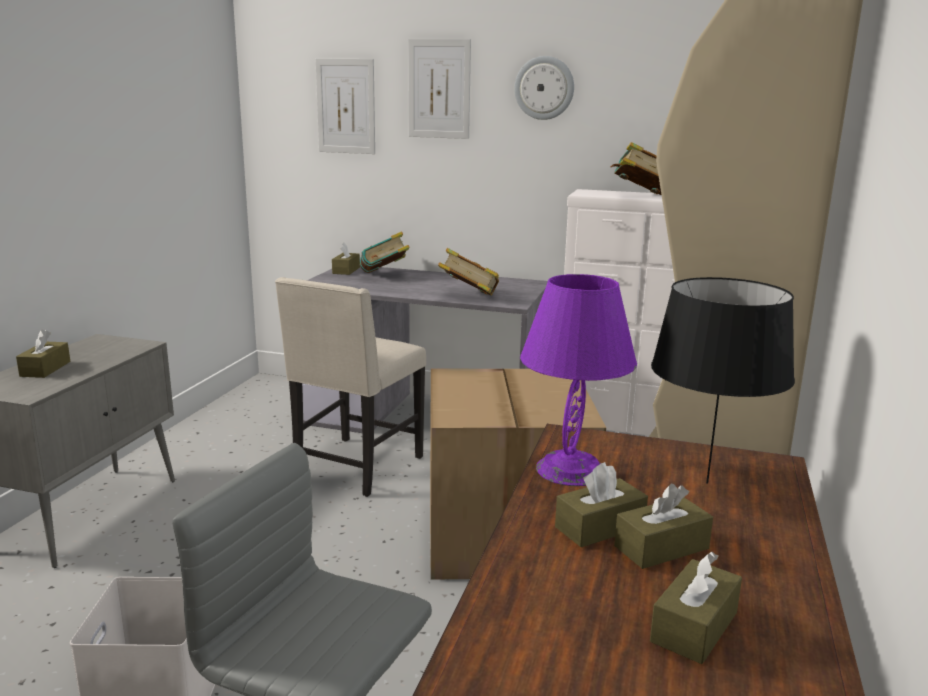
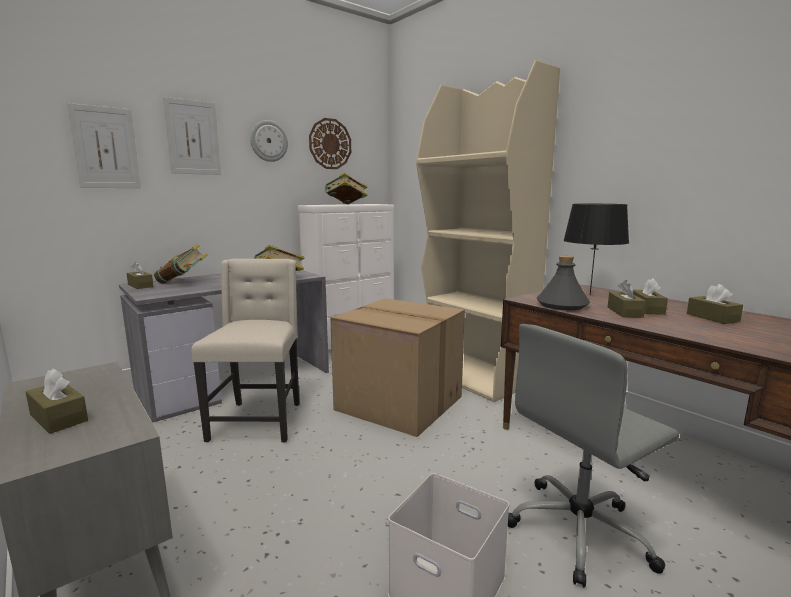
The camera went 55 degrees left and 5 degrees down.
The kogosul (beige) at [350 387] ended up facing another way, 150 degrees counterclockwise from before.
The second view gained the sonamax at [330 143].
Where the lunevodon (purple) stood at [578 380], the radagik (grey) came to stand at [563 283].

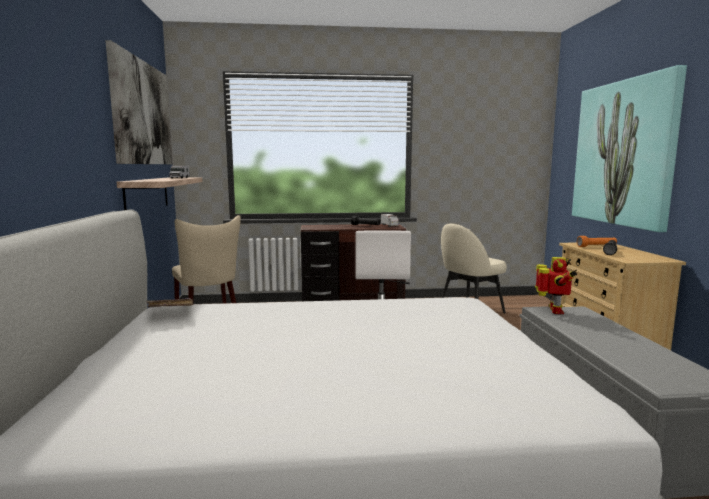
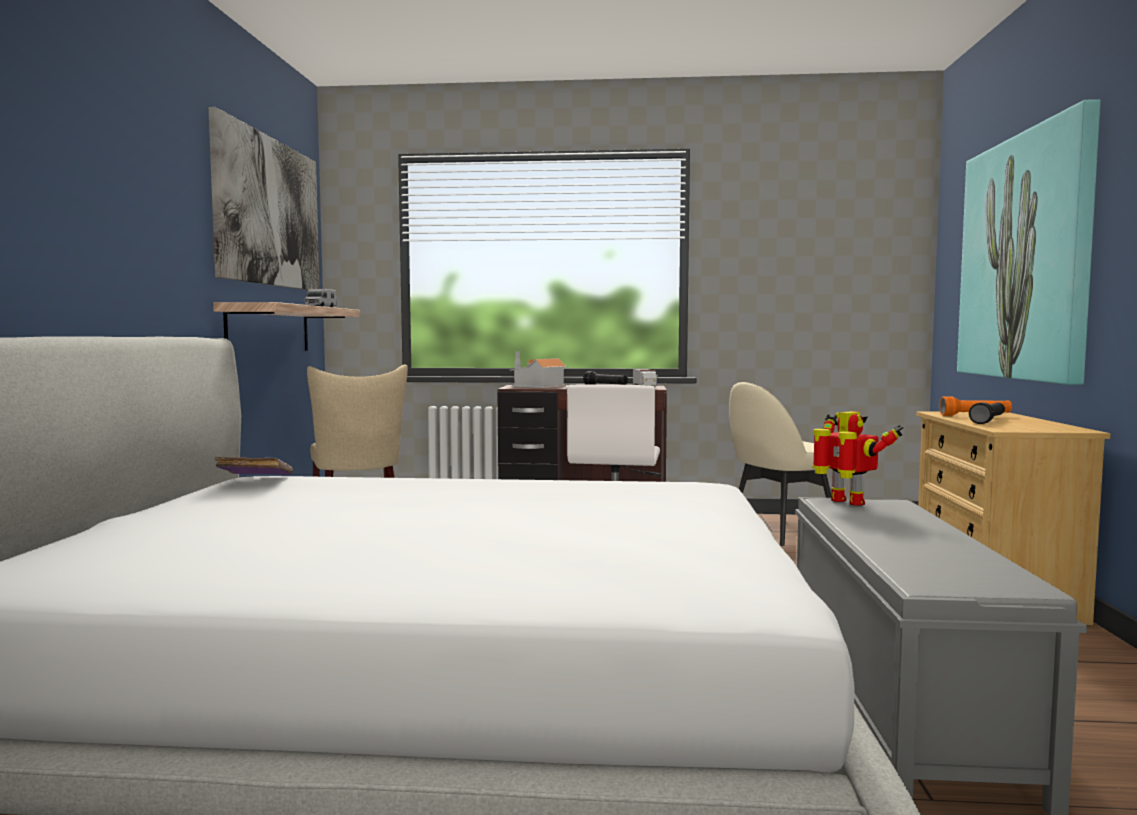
The camera went 10 degrees right and 5 degrees down.
The second view gained the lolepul at [539 369].
The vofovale at [556 285] ended up facing another way, 60 degrees counterclockwise from before.

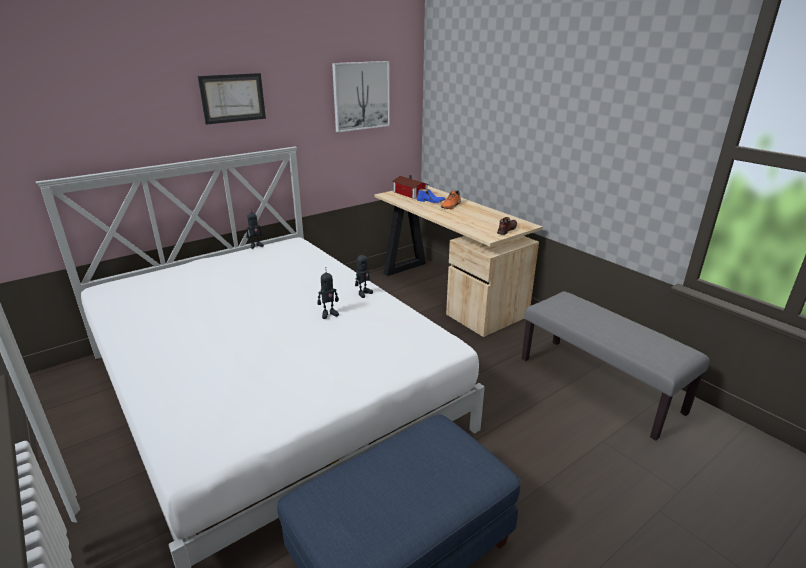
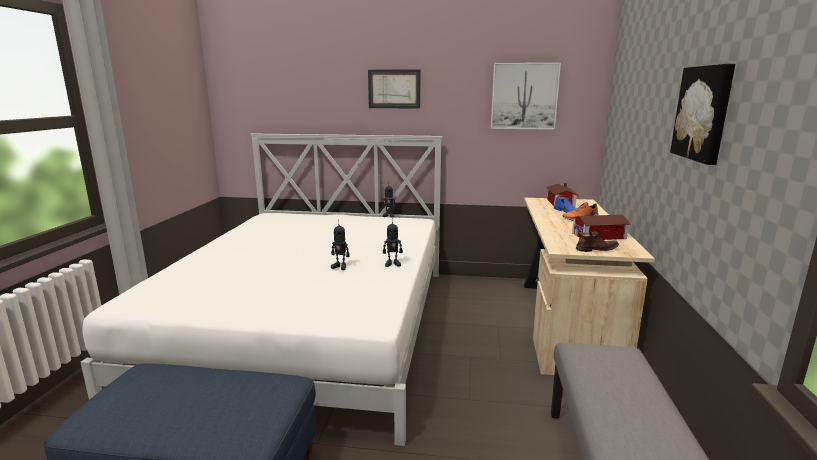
The camera went 45 degrees right and 10 degrees down.
The second view gained the lolepul at [601 225].
The second view gained the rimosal at [702 114].

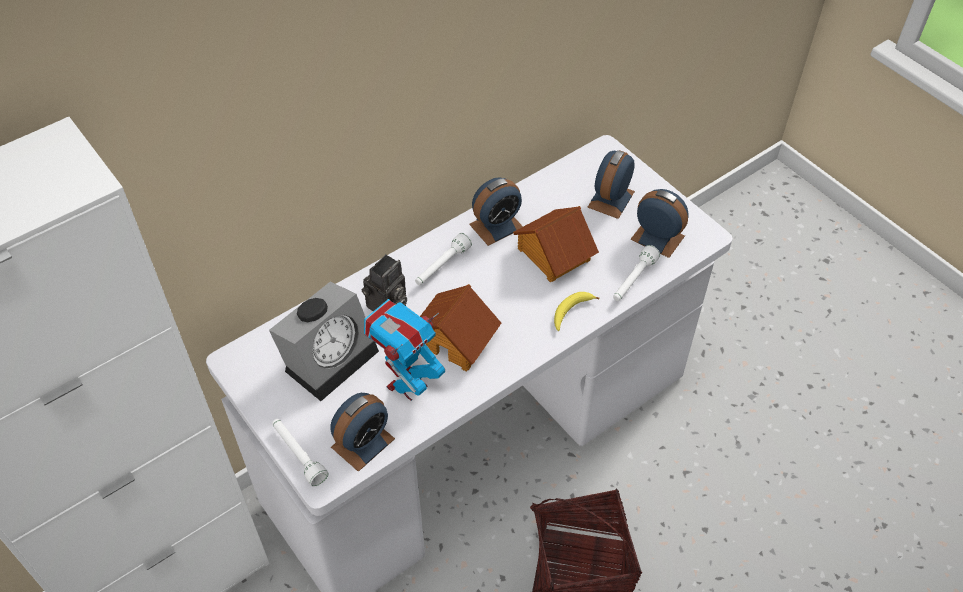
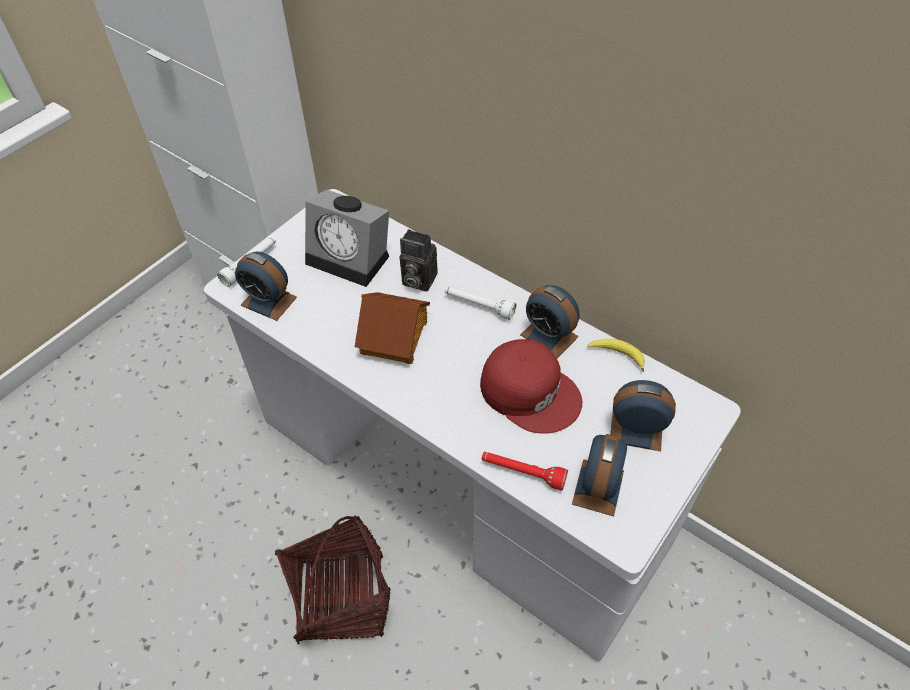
The camera went 75 degrees right and 0 degrees up.
Where the lolepul stood at [556 244], the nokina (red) came to stand at [531 386].
What was the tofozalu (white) at [636 273] turned into the tofozalu (red) at [525 471].
The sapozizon ended up elsewhere, having gone from [576 311] to [616 355].
The second view lost the vofovale at [404 350].

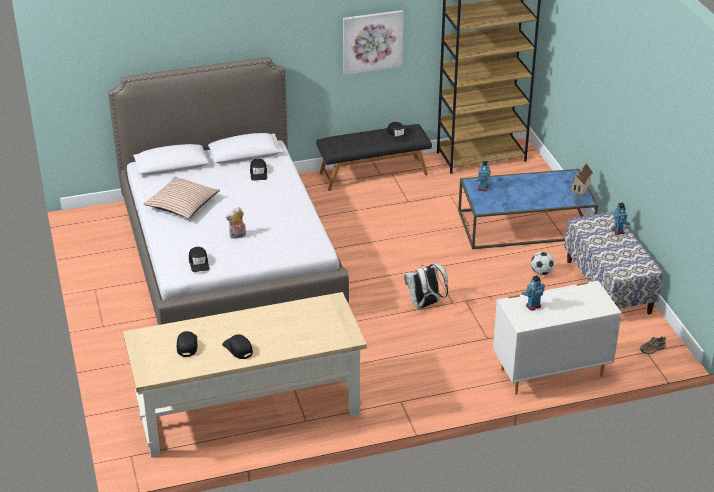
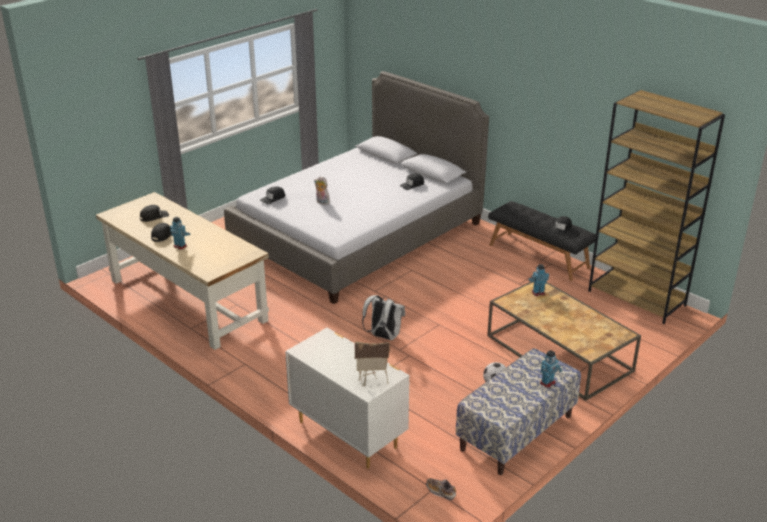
The camera went 60 degrees right and 5 degrees down.
The vofovale ended up elsewhere, having gone from [533 293] to [180 233].
The lolepul ended up elsewhere, having gone from [582 184] to [372 364].
What was the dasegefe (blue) at [528 209] turned into the dasegefe (brown) at [564 341].
The second view lost the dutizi at [181 198].
The second view lost the rimosal at [373 42].

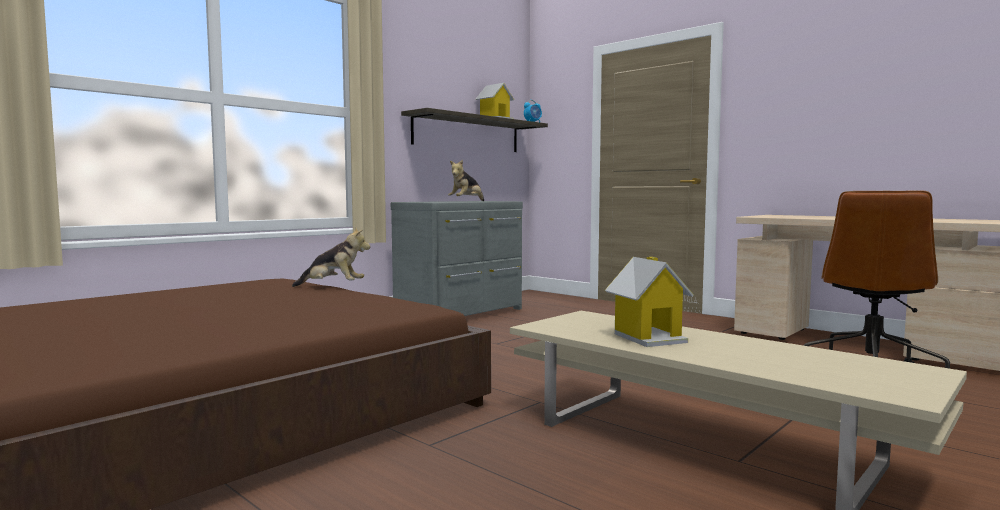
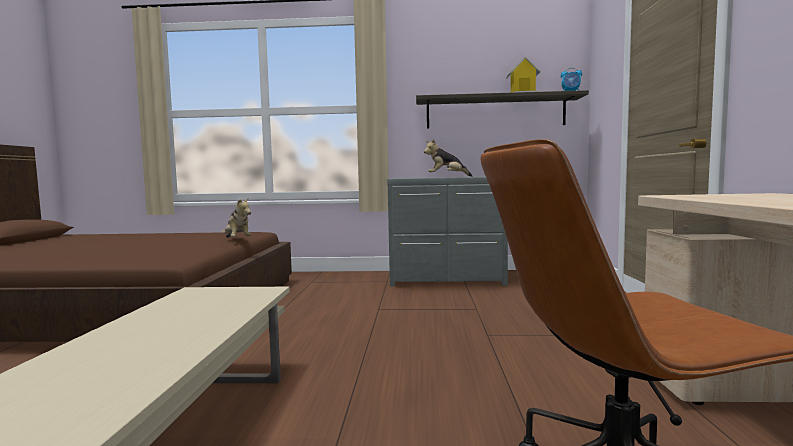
The camera went 50 degrees right and 0 degrees up.
The second view lost the lolepul at [649 302].

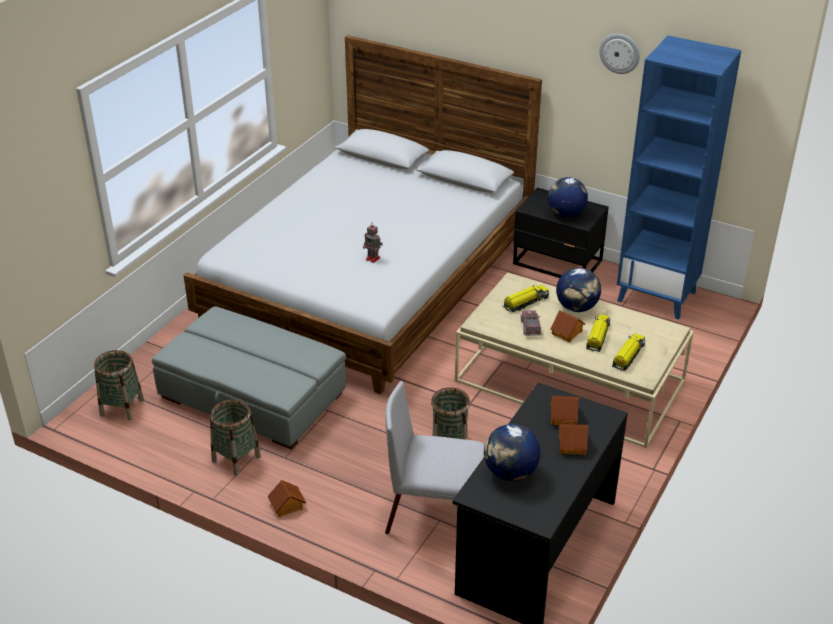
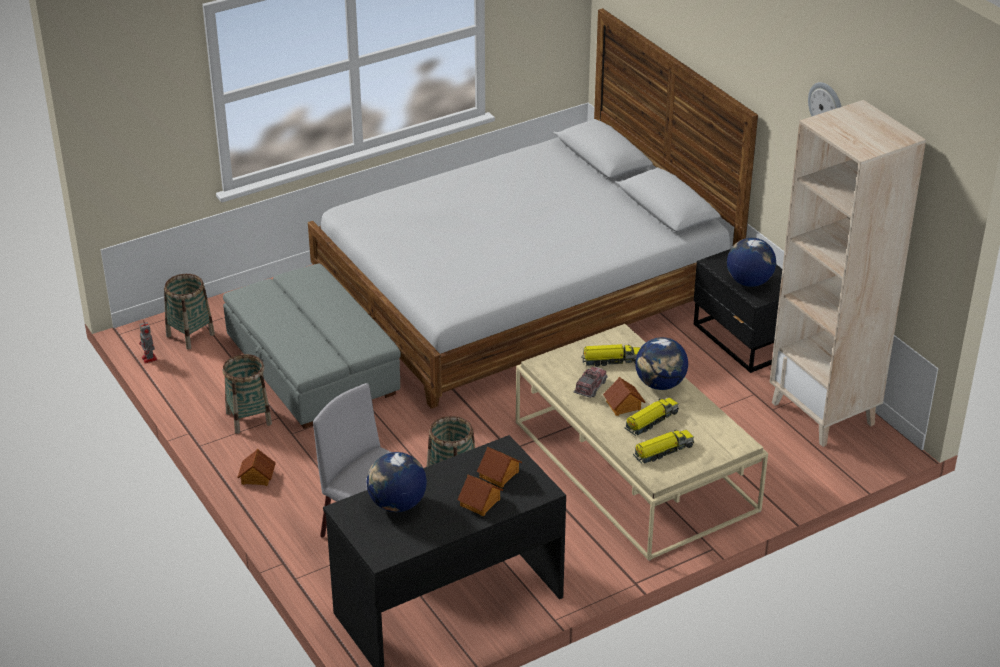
The camera went 30 degrees right and 0 degrees up.
The vofovale ended up elsewhere, having gone from [373 243] to [148 343].
What was the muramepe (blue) at [679 177] turned into the muramepe (beige) at [848 273].

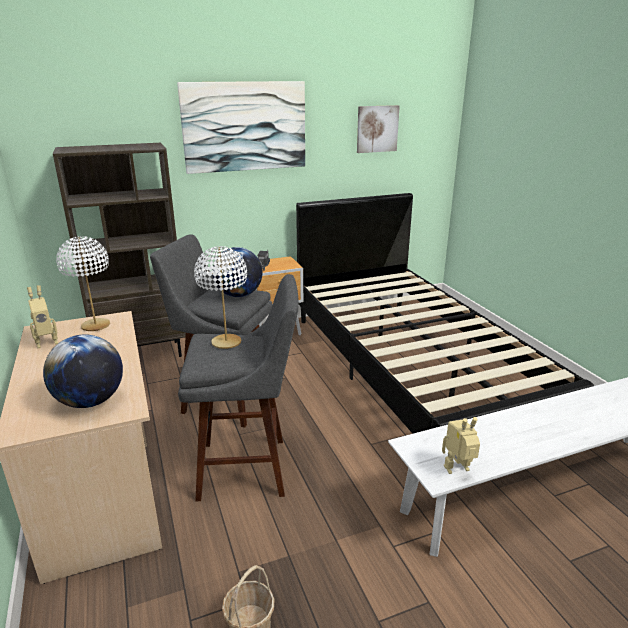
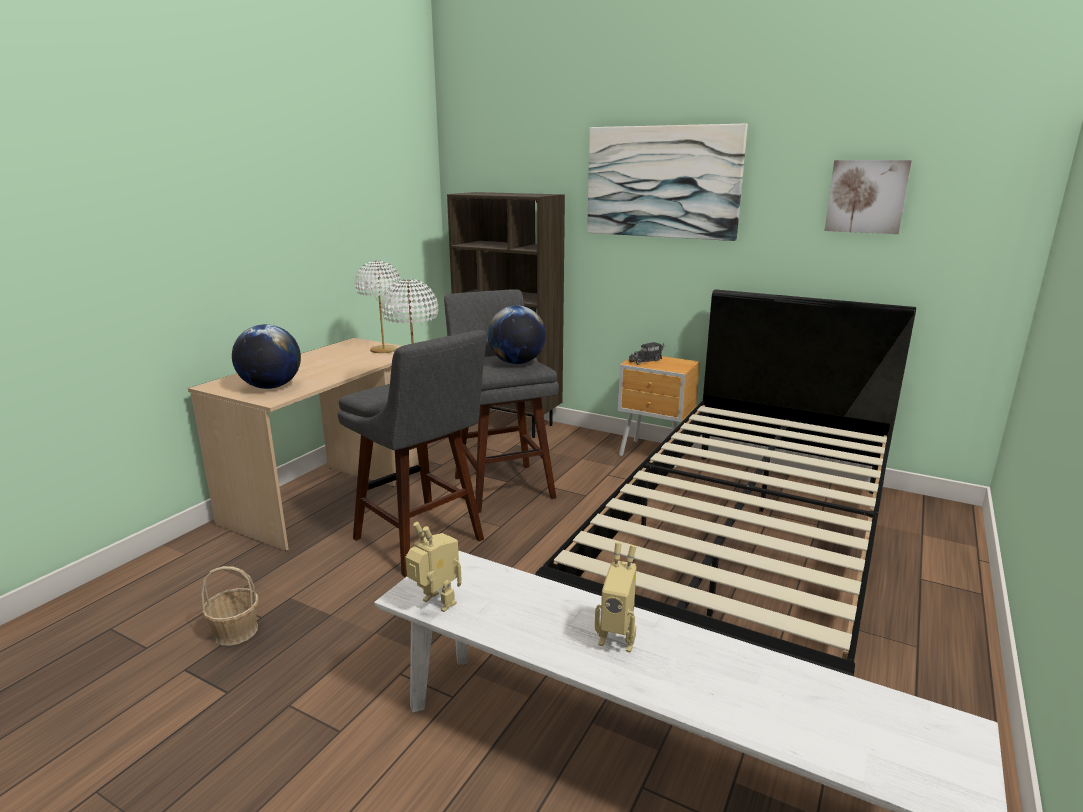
The camera went 50 degrees right and 5 degrees down.
The vofovale ended up elsewhere, having gone from [42 316] to [616 597].

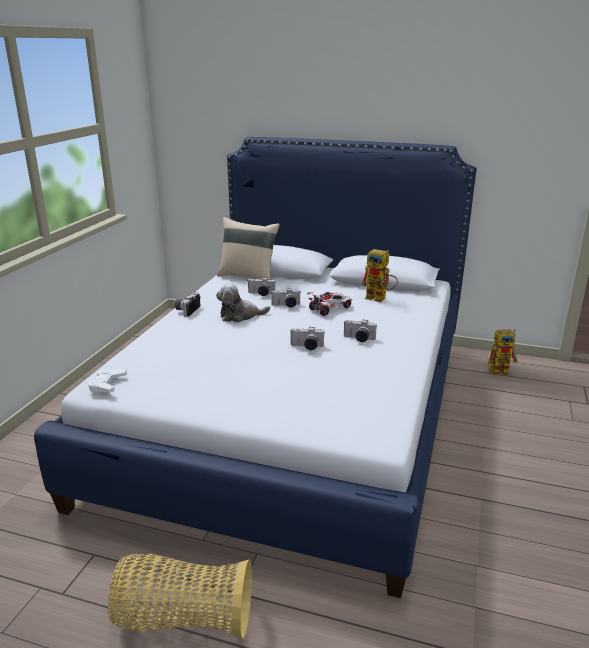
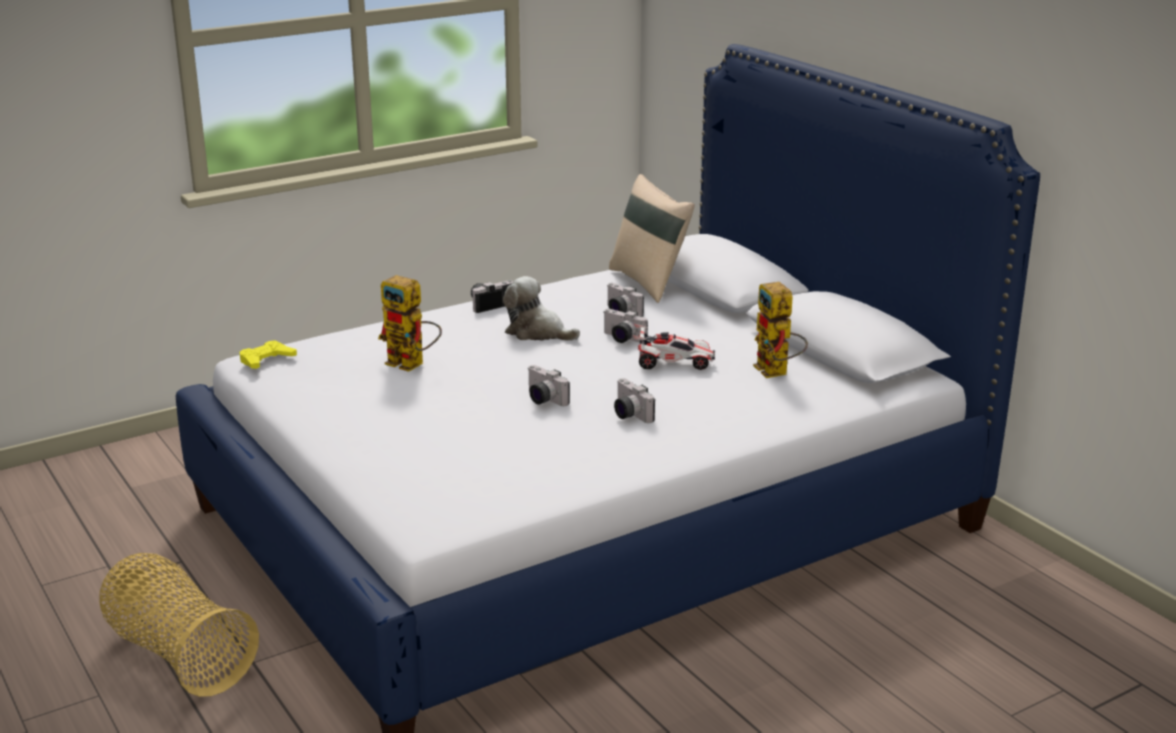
The camera went 40 degrees right and 0 degrees up.
What was the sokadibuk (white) at [107 380] turned into the sokadibuk (yellow) at [268 354].
The vofovale ended up elsewhere, having gone from [503 352] to [410 323].

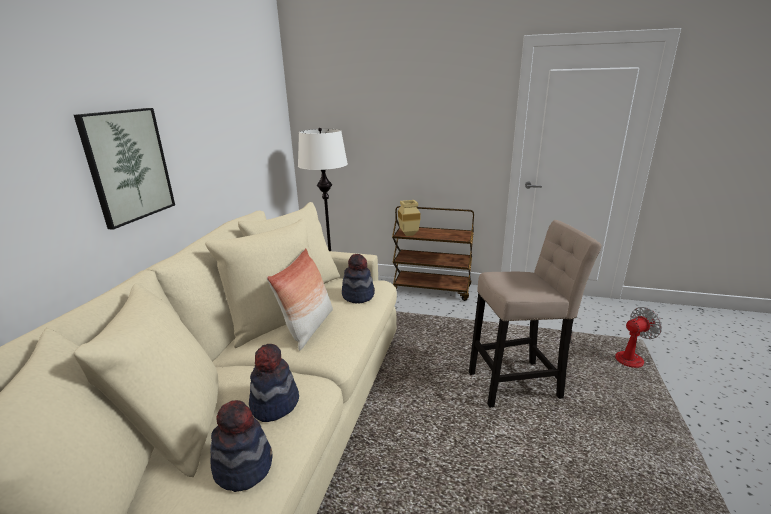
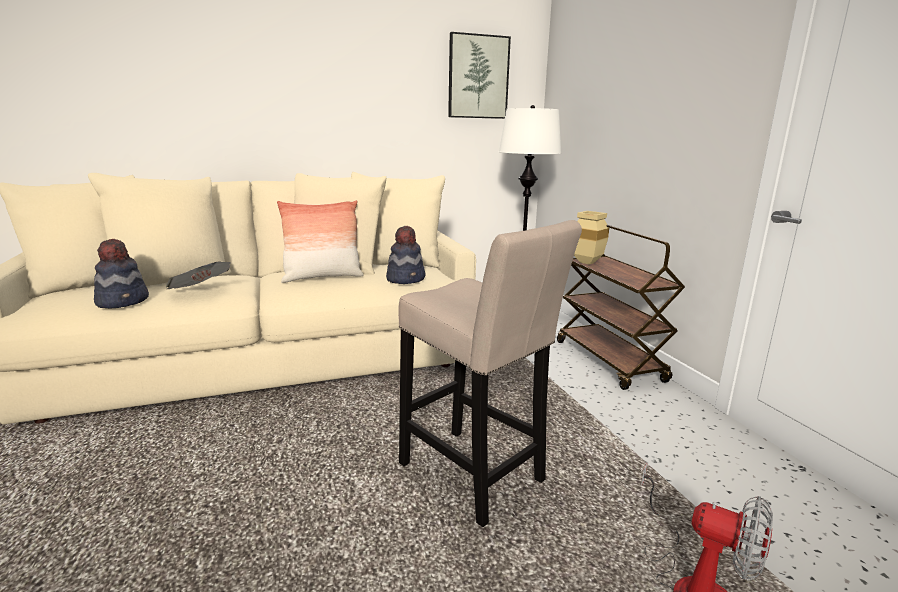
The camera went 55 degrees right and 5 degrees down.
Where the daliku stood at [274 383], the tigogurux came to stand at [198 275].
The rimosal ended up elsewhere, having gone from [124 169] to [479 75].

